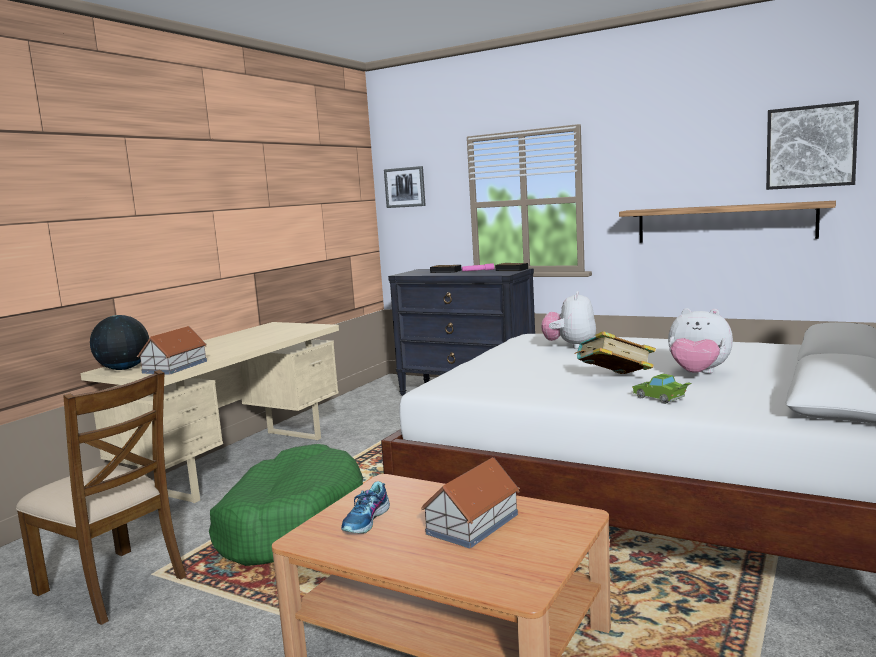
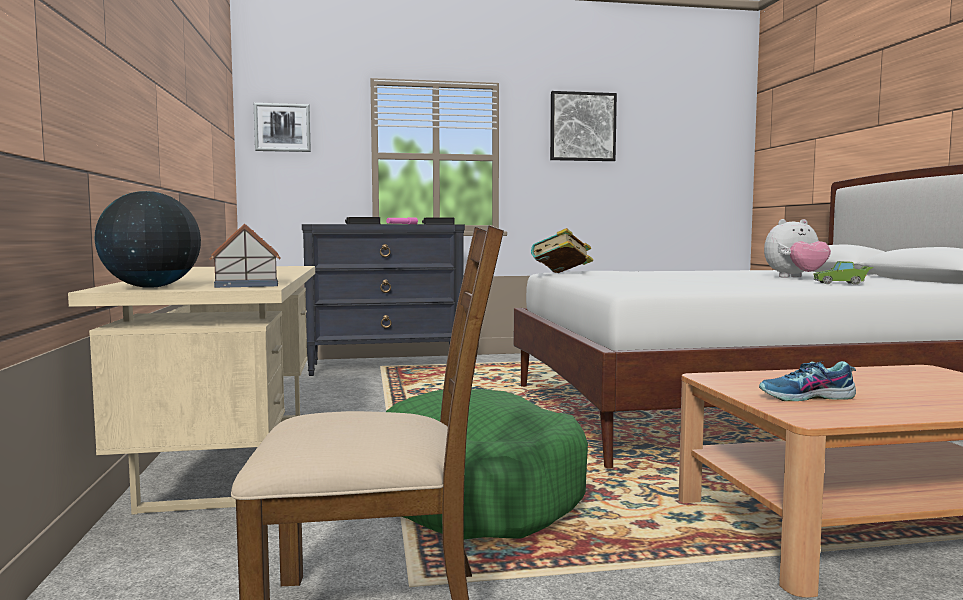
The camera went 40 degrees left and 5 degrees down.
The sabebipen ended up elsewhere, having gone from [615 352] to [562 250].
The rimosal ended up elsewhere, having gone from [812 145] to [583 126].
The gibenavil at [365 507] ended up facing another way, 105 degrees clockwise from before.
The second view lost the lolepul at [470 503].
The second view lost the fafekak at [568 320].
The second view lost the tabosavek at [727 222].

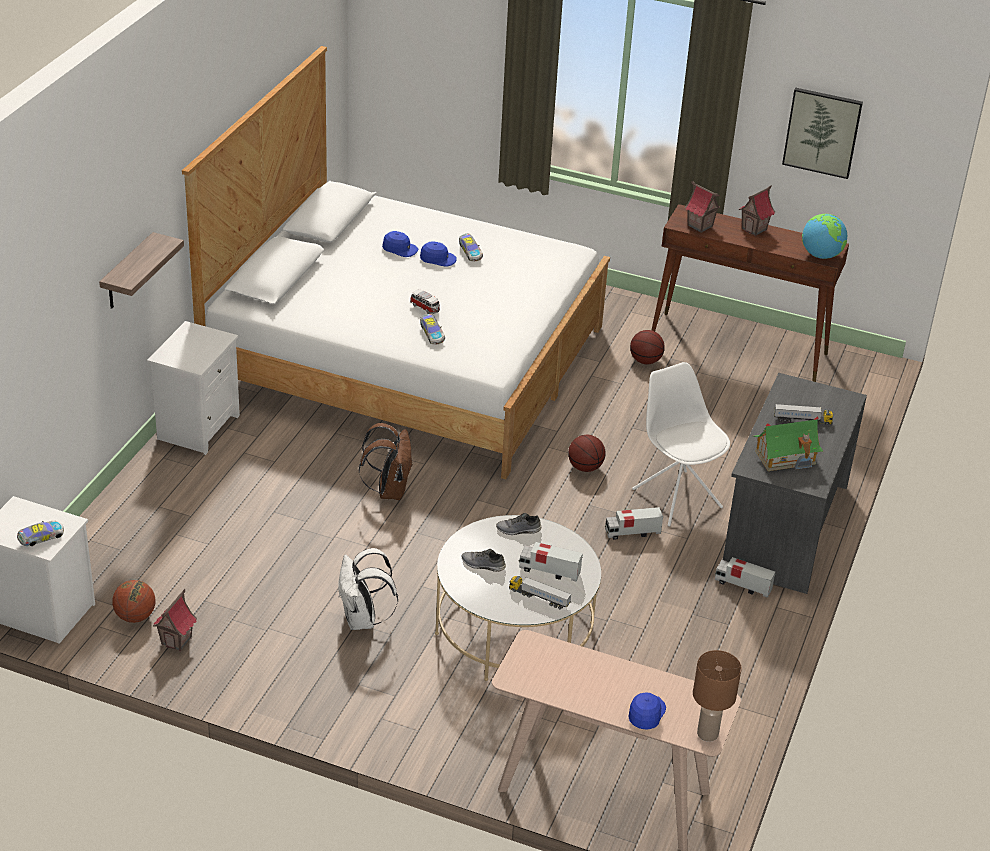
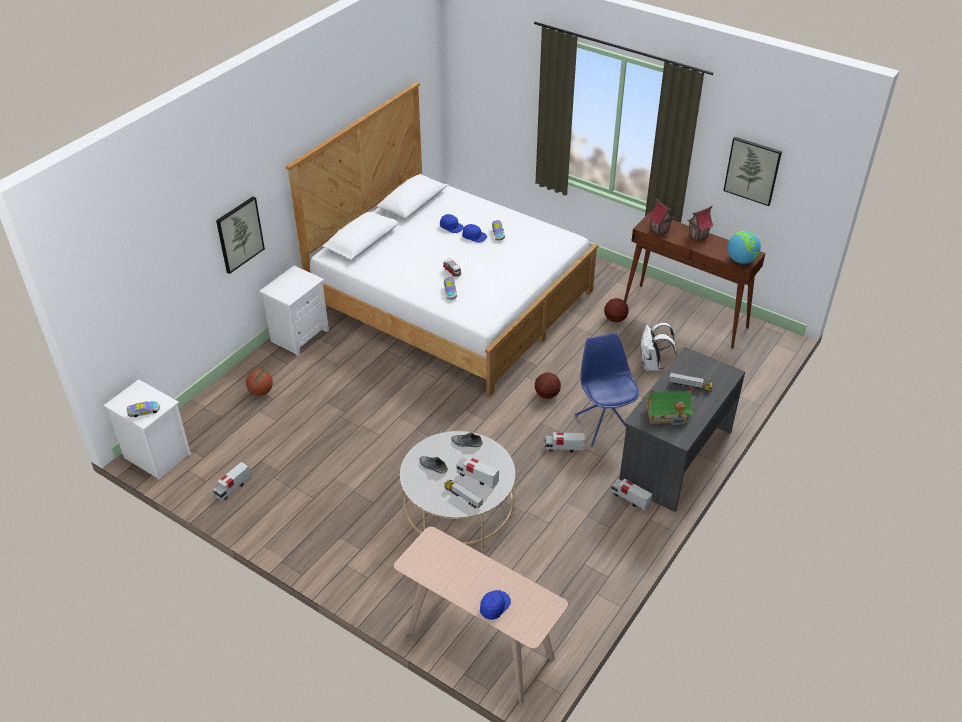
The camera went 15 degrees right and 5 degrees up.
Where the lolepul stood at [175 620], the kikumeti came to stand at [232 481].
Where the tabosavek hung at [141 270], the rimosal came to hang at [240 235].
The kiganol ended up elsewhere, having gone from [133 601] to [259 383].
What was the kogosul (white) at [681 444] turned into the kogosul (blue) at [607 390].
The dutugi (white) ended up elsewhere, having gone from [368 589] to [659 347].
The second view lost the dutugi (brown) at [386 461].
The second view lost the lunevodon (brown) at [717 696].

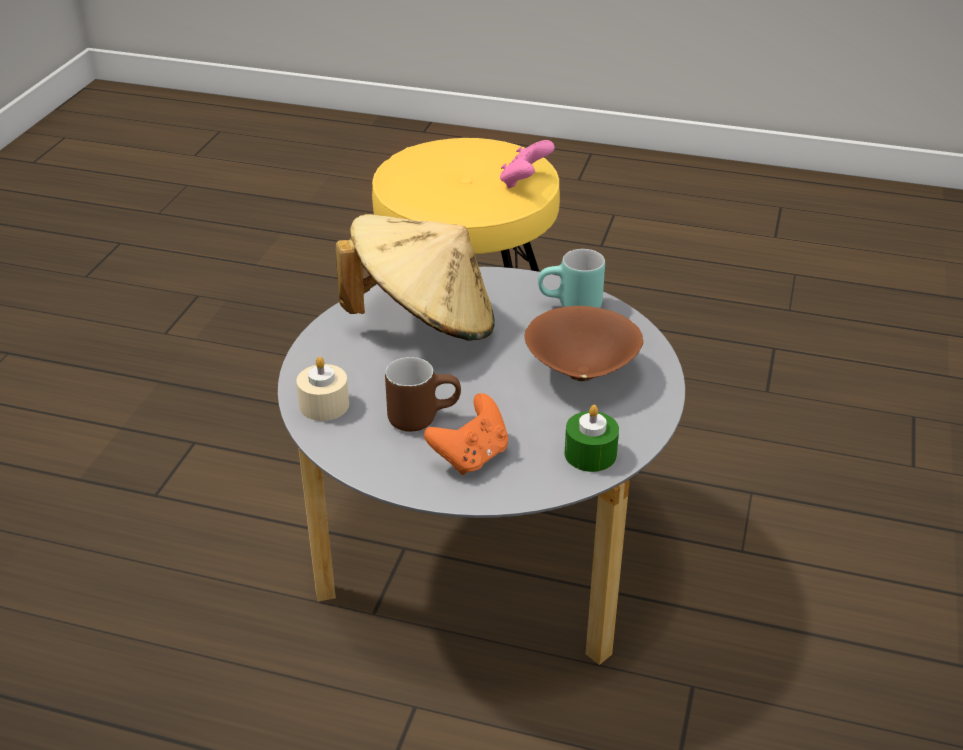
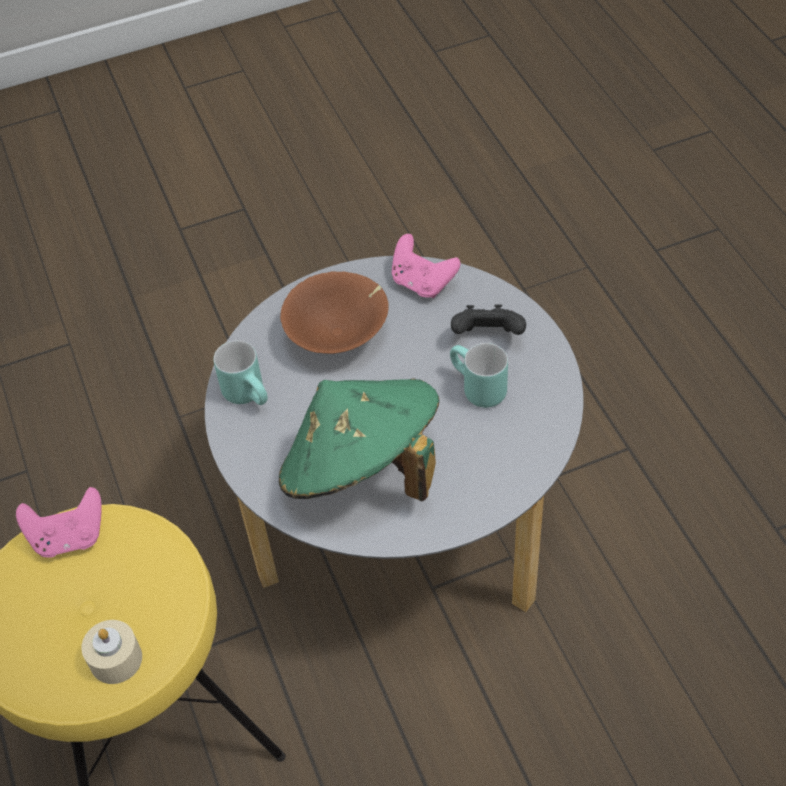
The camera went 125 degrees left and 15 degrees up.
The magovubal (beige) ended up elsewhere, having gone from [322 389] to [111 652].
What was the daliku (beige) at [415 277] turned into the daliku (green) at [358 440].
Where the magovubal (green) stood at [592 438], the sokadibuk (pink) came to stand at [426 266].
What was the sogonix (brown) at [423 394] turned into the sogonix (turquoise) at [479 375].
What was the sokadibuk (orange) at [466 434] turned into the sokadibuk (black) at [488 319].

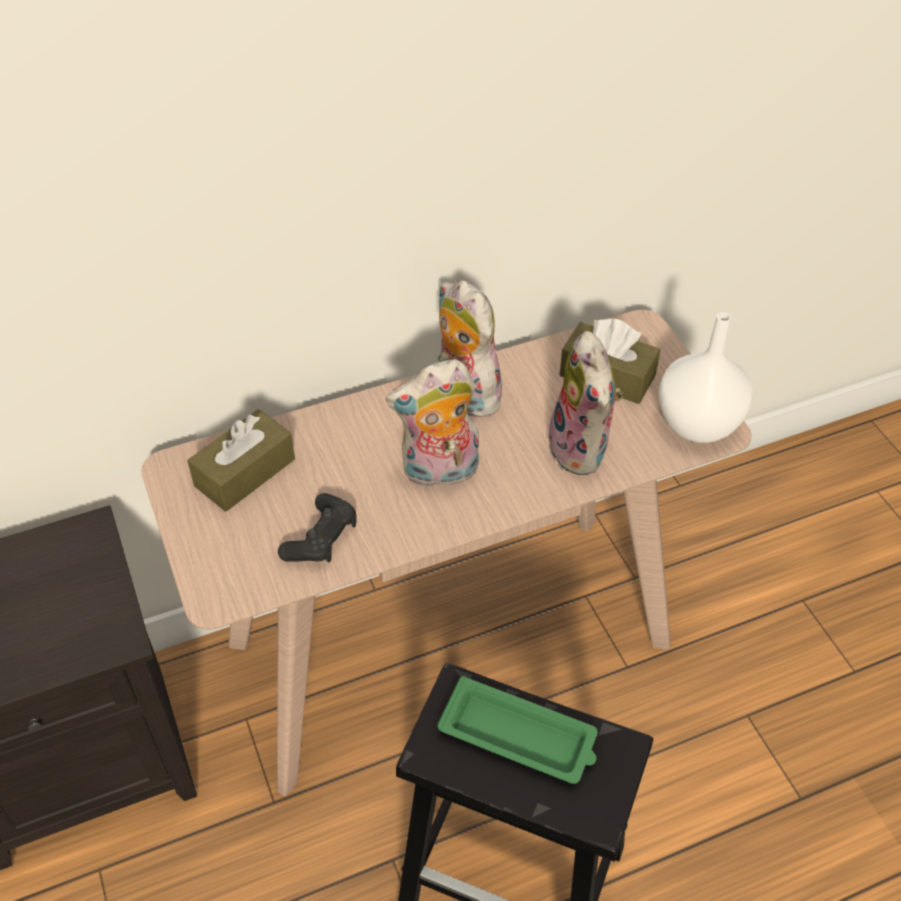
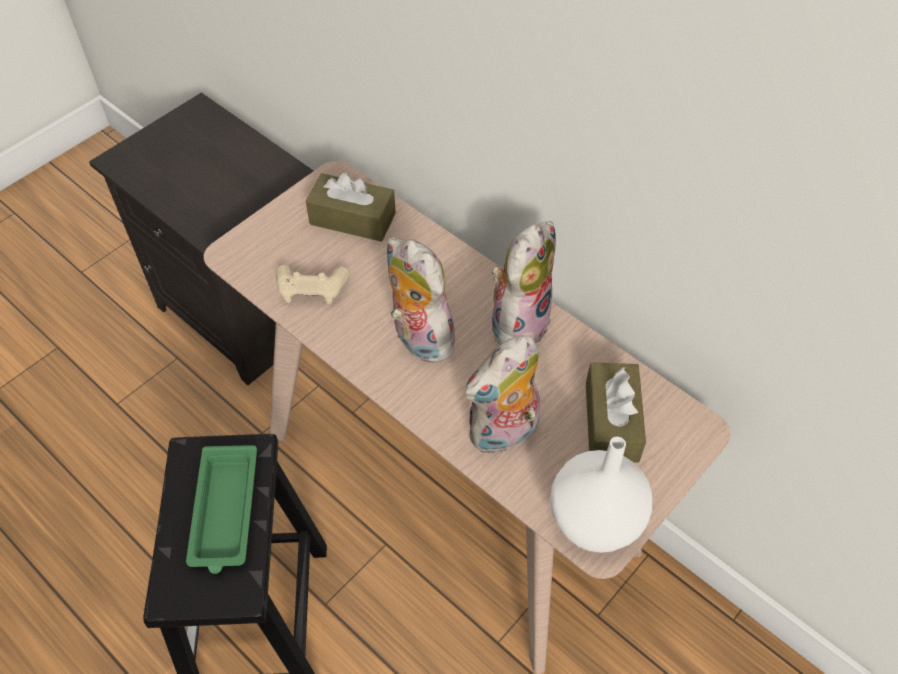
The camera went 65 degrees right and 5 degrees up.
What was the sokadibuk (black) at [317 527] turned into the sokadibuk (beige) at [313 284].

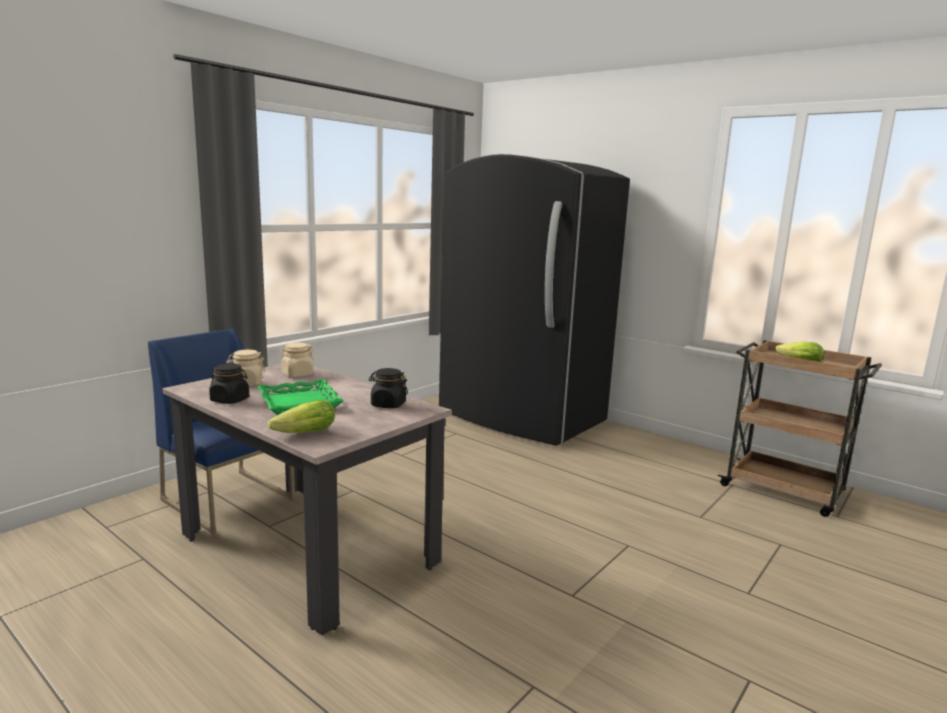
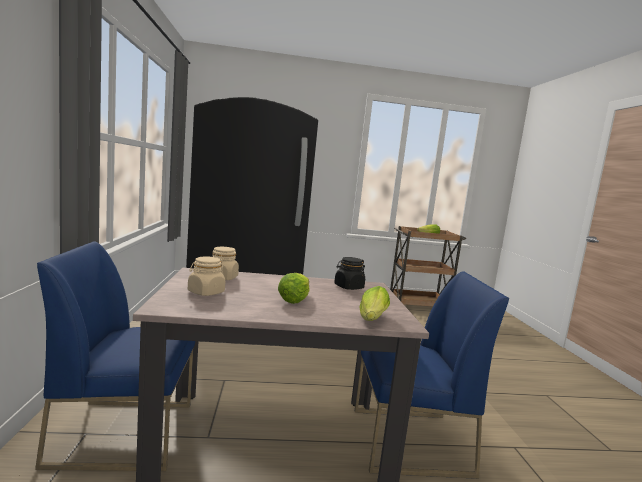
The camera went 45 degrees left and 5 degrees down.
Where the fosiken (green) stood at [300 397], the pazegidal came to stand at [293 288].
The second view gained the kogosul (blue) at [432 375].
The second view lost the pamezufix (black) at [229 383].

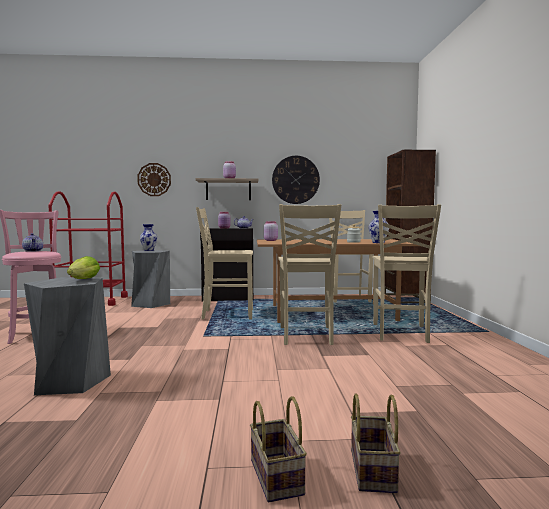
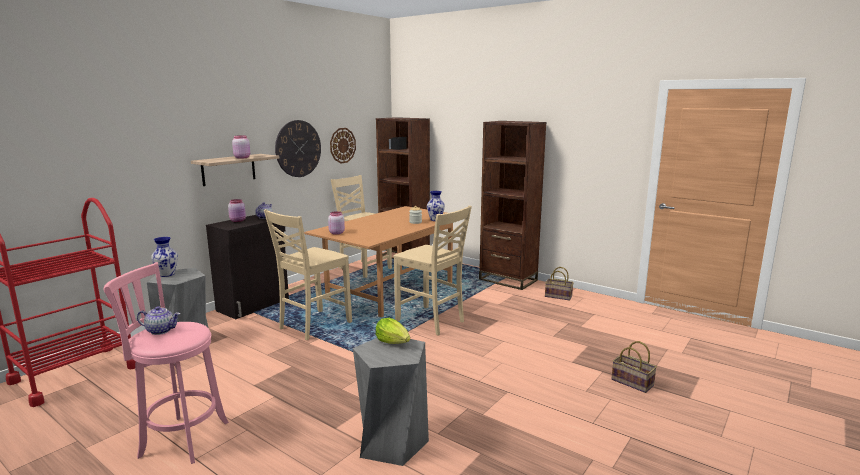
The camera went 50 degrees left and 10 degrees up.
The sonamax ended up elsewhere, having gone from [154 179] to [343 145].
The second view gained the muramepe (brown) at [513 205].
The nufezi ended up elsewhere, having gone from [278 449] to [559 283].
The second view lost the kogosul (beige) at [406 273].

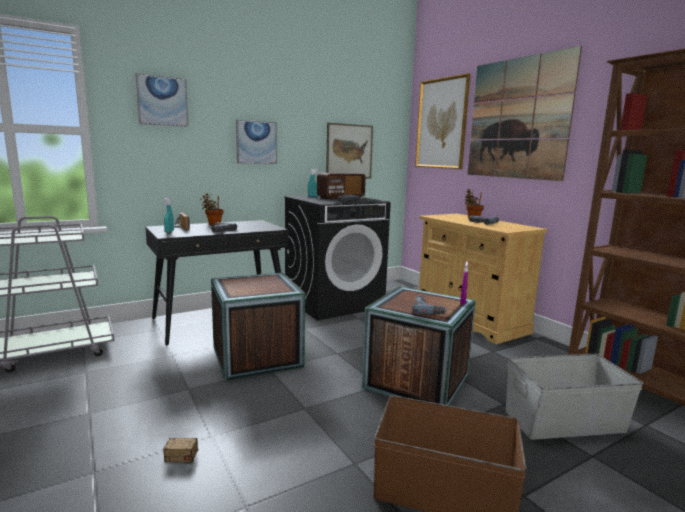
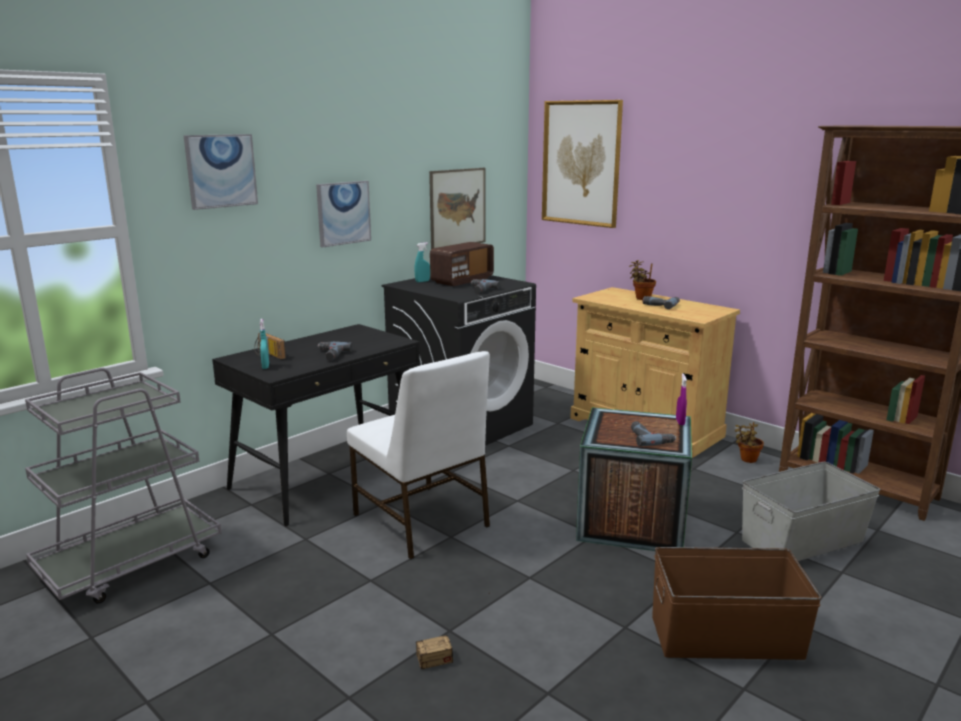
The camera went 15 degrees left and 5 degrees up.
Where the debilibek stood at [258 327], the kogosul (white) came to stand at [418 455].
The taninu ended up elsewhere, having gone from [212 209] to [749 442].
The second view lost the rimosal at [524 113].

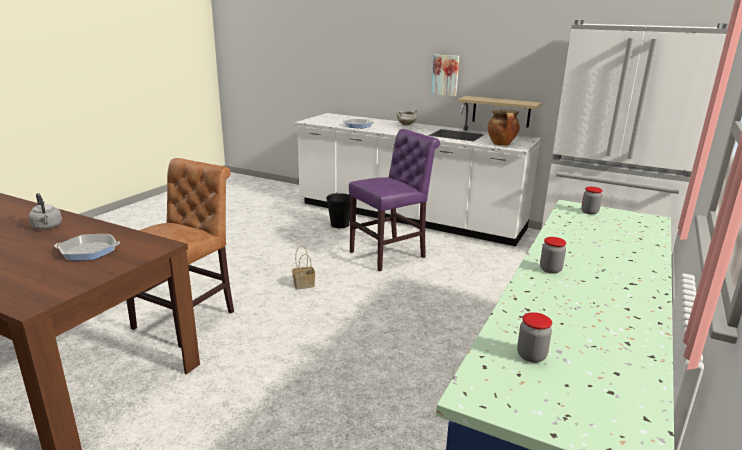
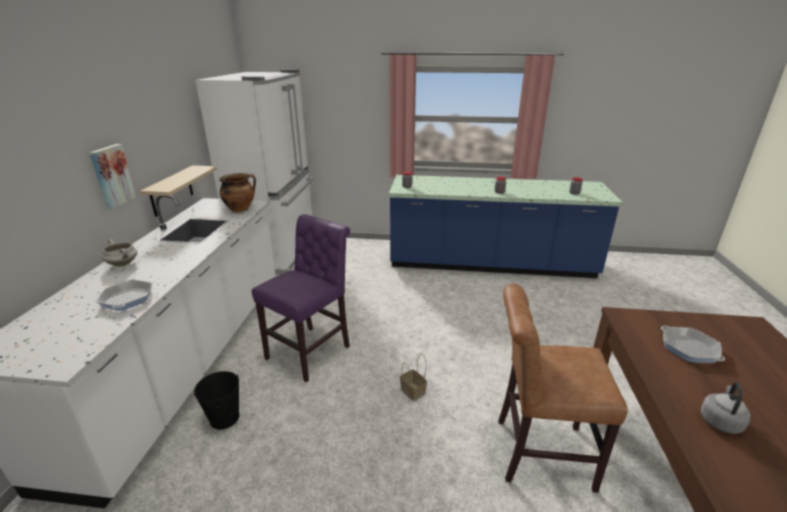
The camera went 110 degrees left and 5 degrees up.
The kogosul (purple) at [394 200] ended up facing another way, 90 degrees clockwise from before.

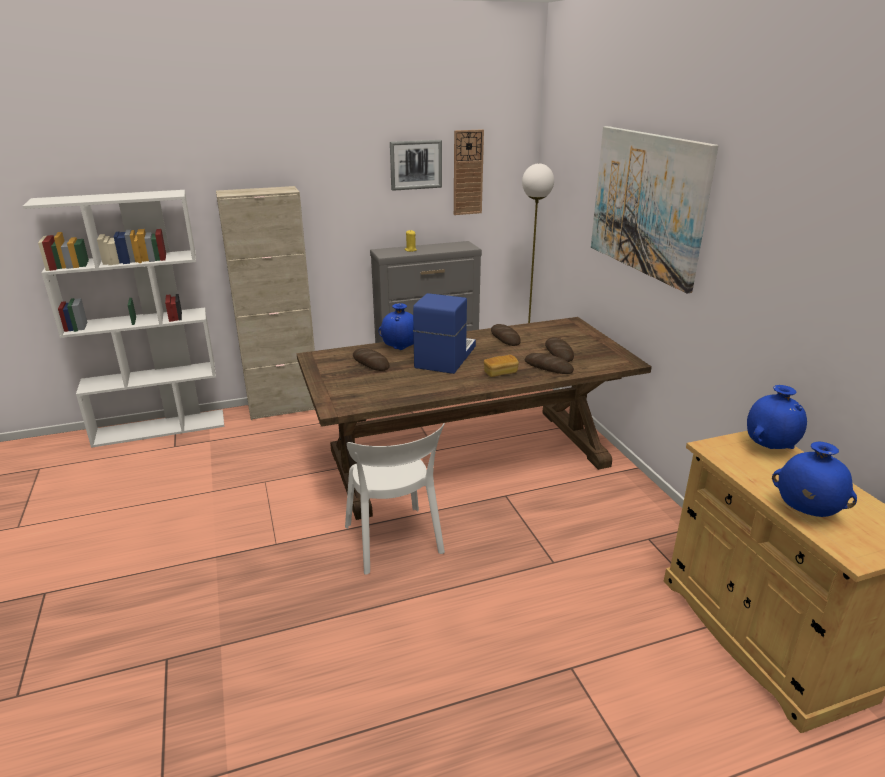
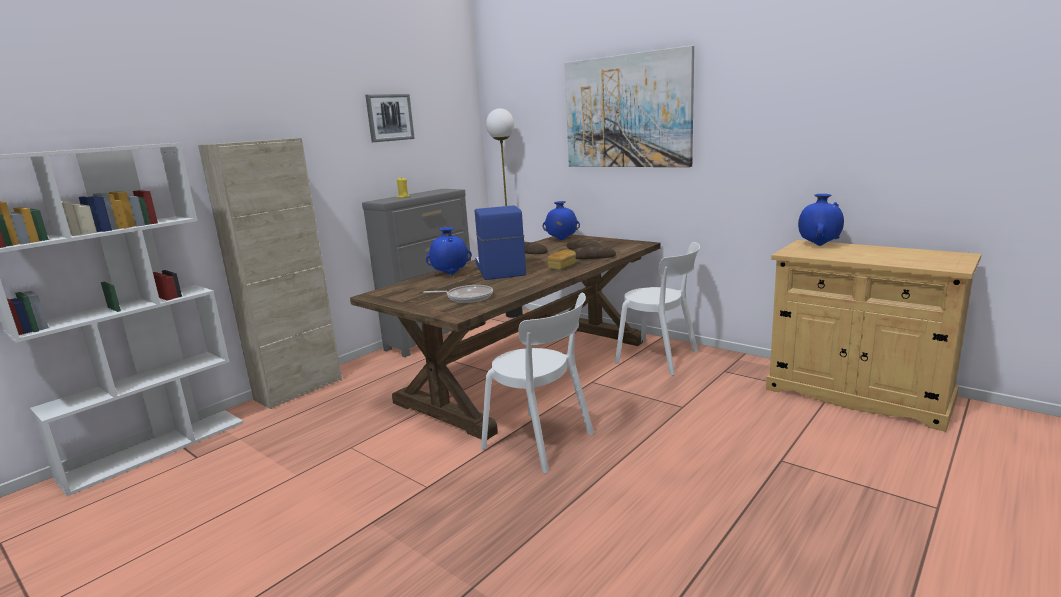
The camera went 30 degrees left and 10 degrees down.
The second view gained the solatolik at [458 294].
The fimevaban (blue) ended up elsewhere, having gone from [814 479] to [561 220].
The second view gained the kogosul (white) at [657 308].
The second view lost the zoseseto at [371 359].
The second view lost the sonamax at [469 172].

